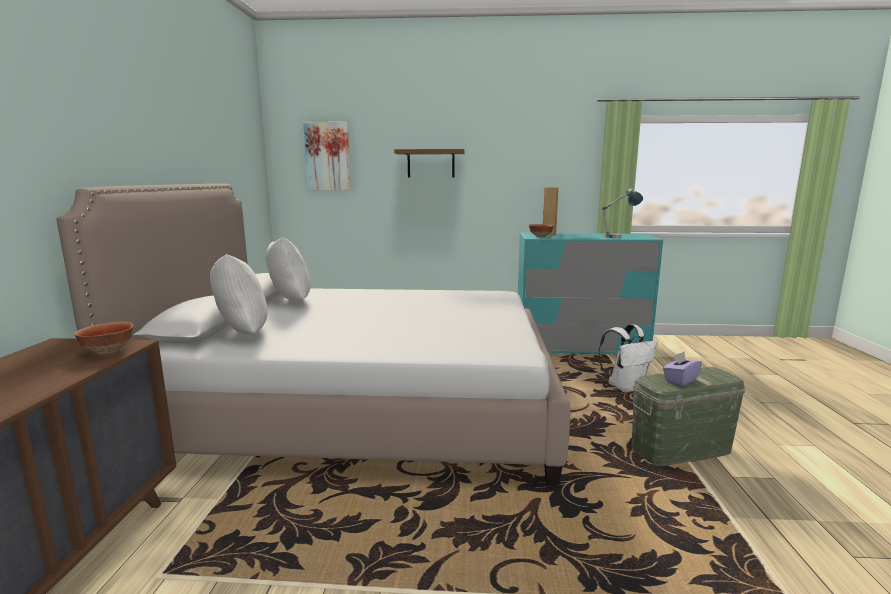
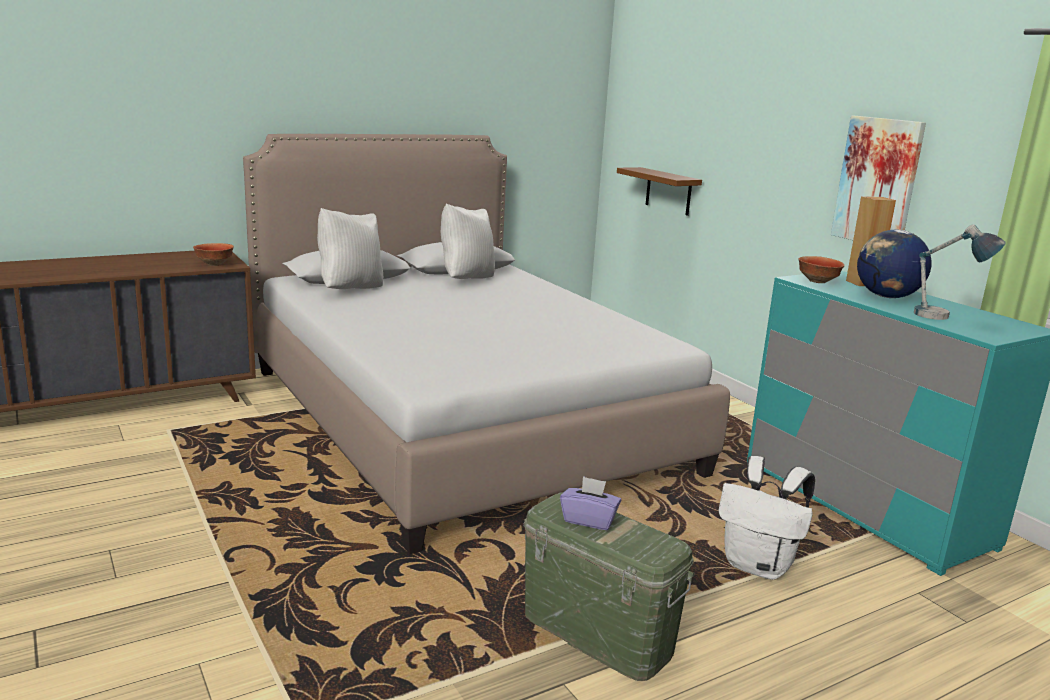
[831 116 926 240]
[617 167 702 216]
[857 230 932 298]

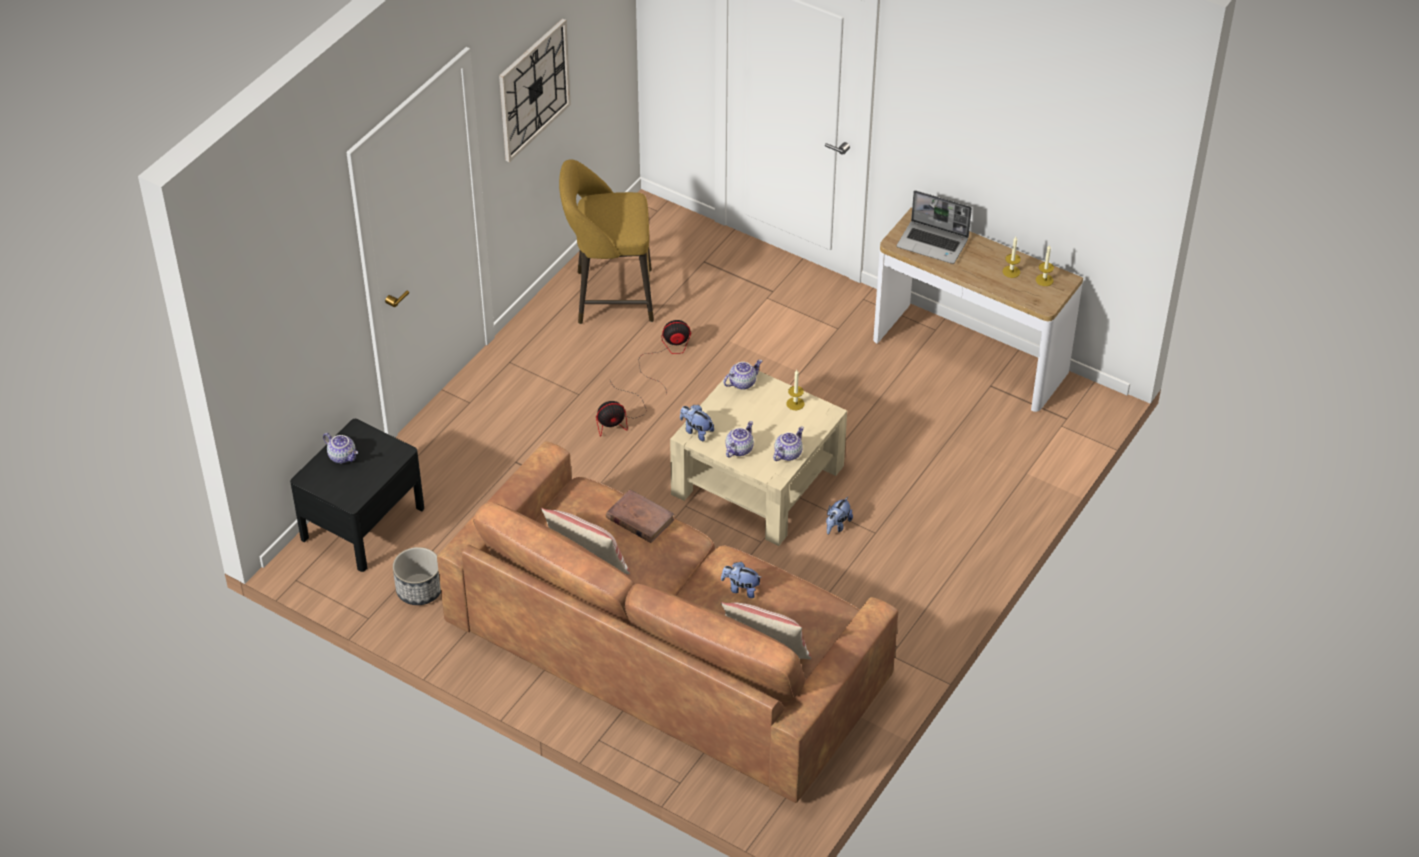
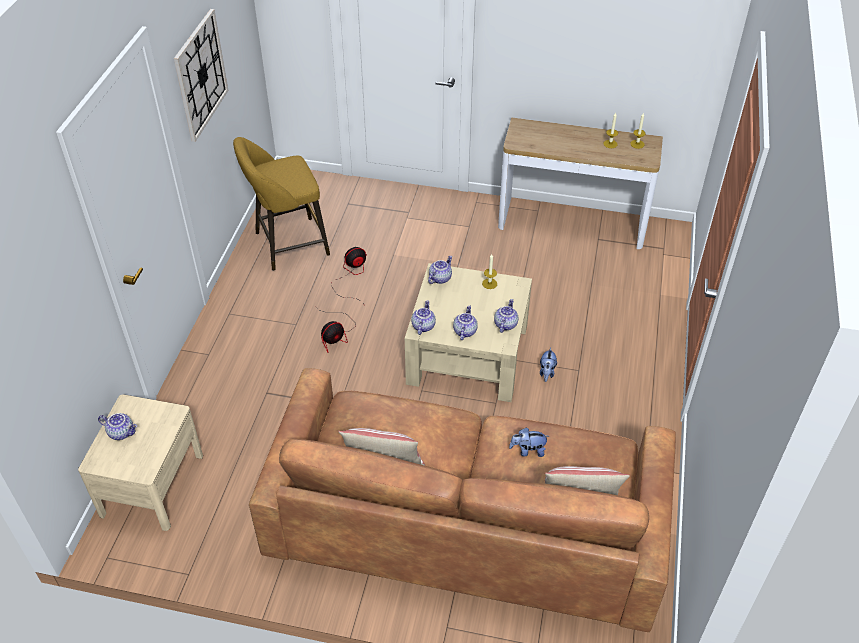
[897 190 972 264] (first image)
[411 300 436 335]
[78 394 203 531]
[606 489 675 543] (first image)
[393 547 441 605] (first image)

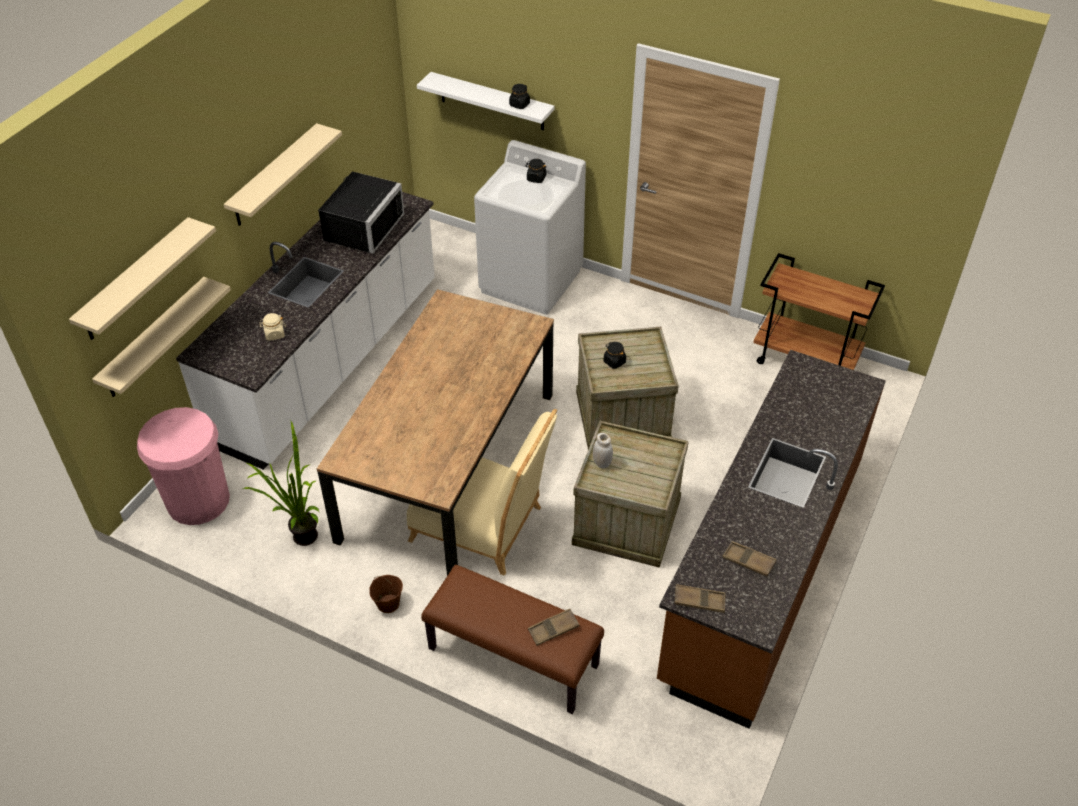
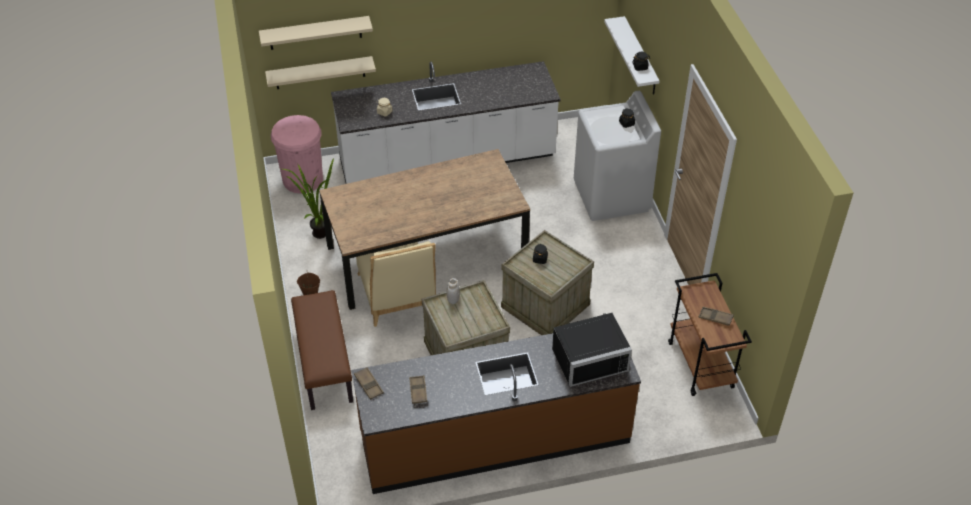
[224 123 342 226] (first image)
[552 313 632 387]
[699 307 734 326]

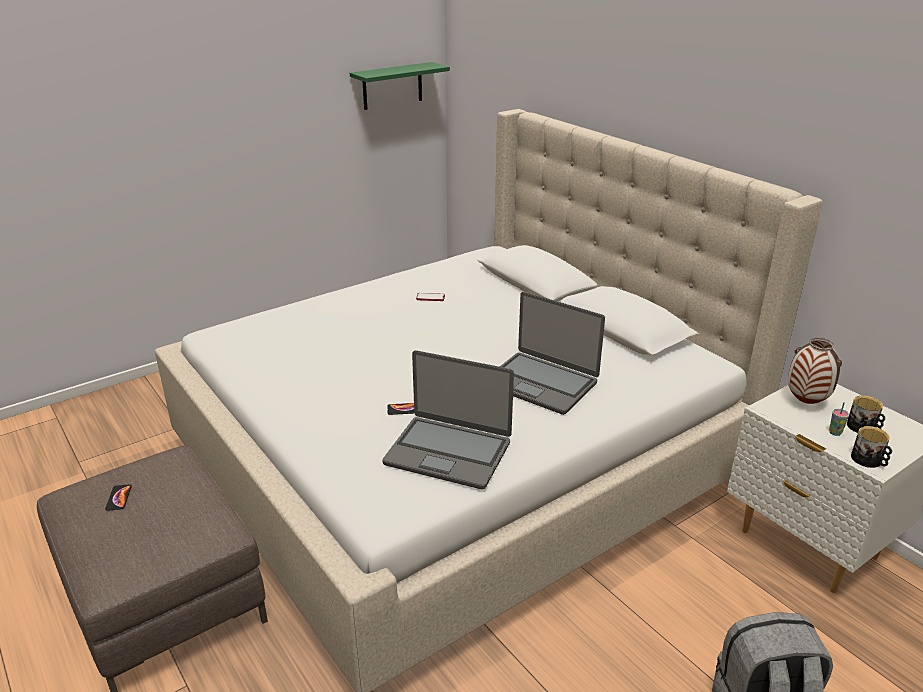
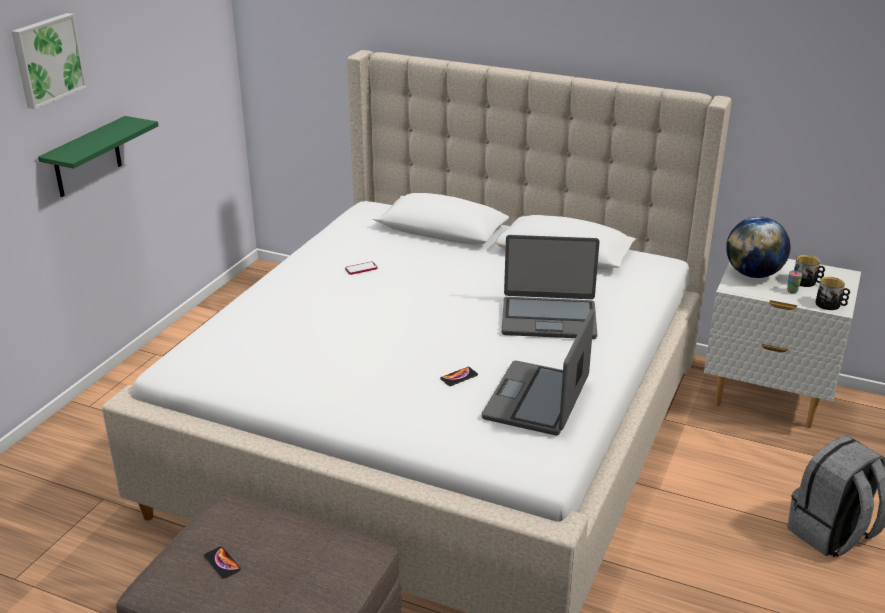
[38 116 158 197]
[726 216 791 278]
[482 309 594 435]
[11 13 87 109]

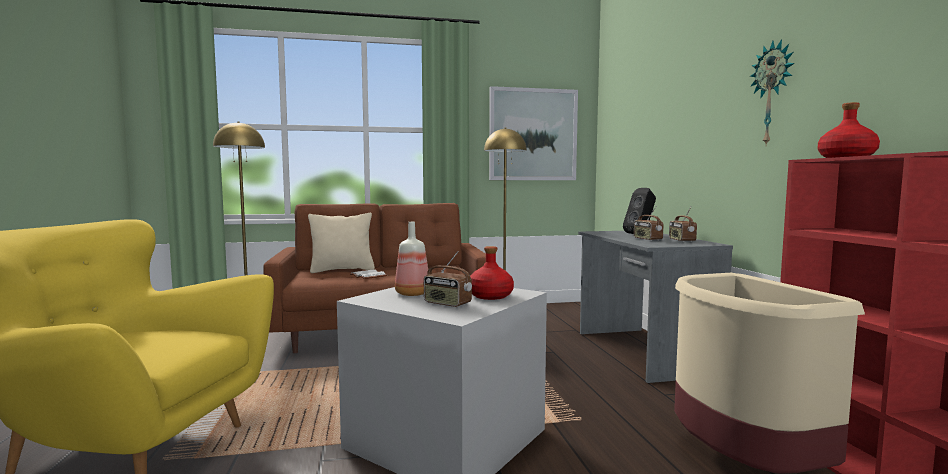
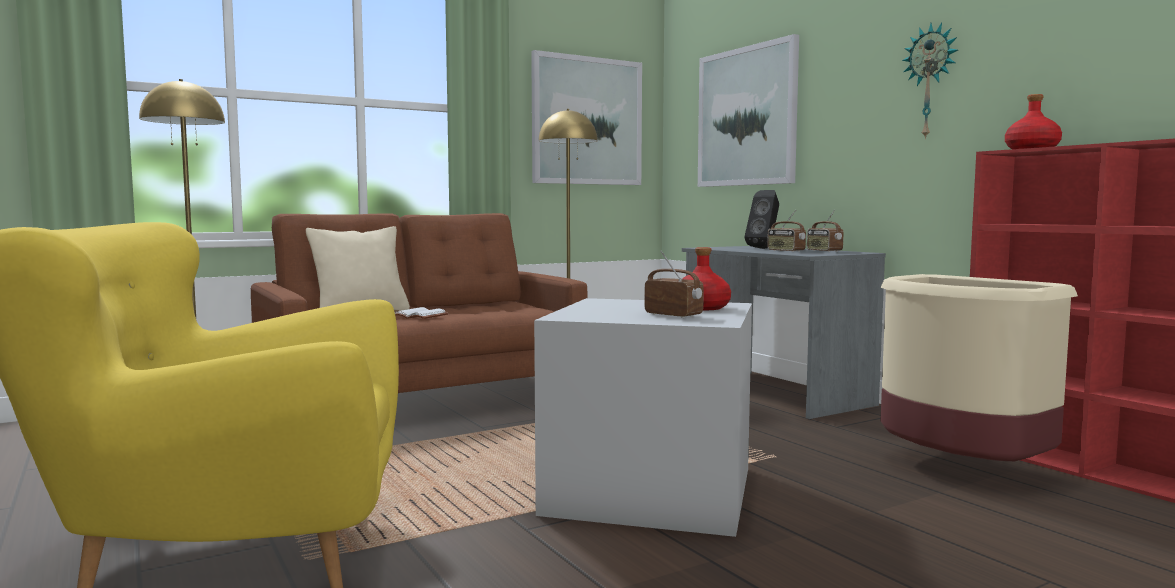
[395 222 428 296] (first image)
[644 251 704 318]
[698 34 799 187]

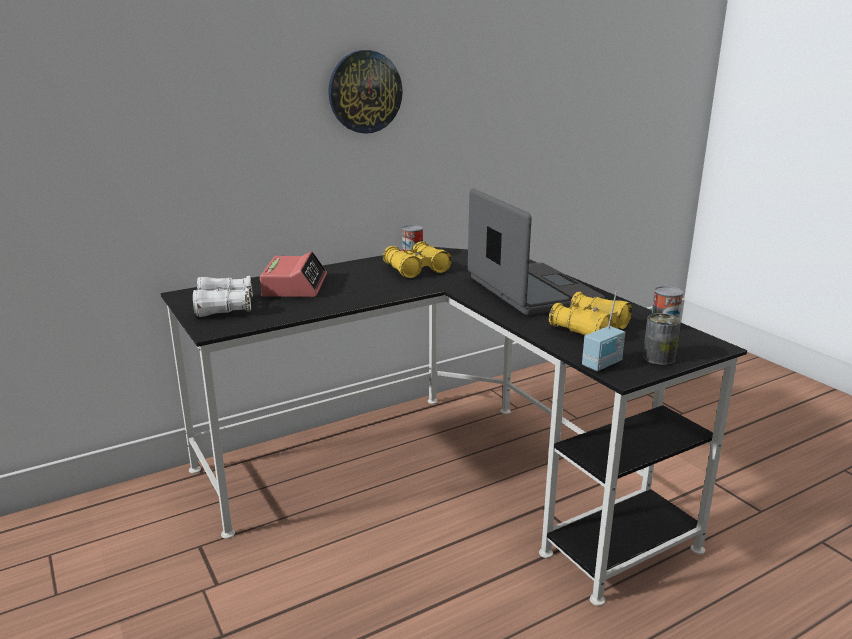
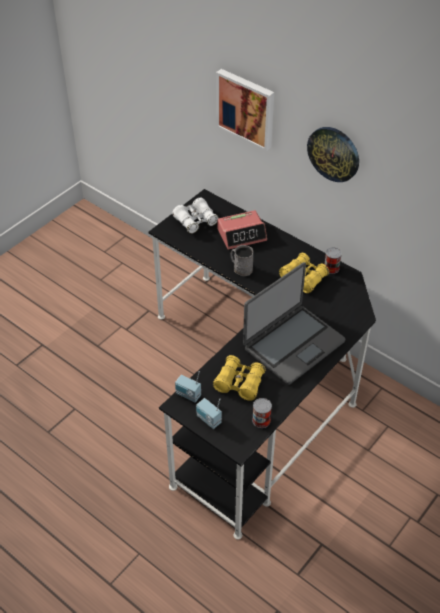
[196 398 222 429]
[216 69 274 151]
[230 245 253 276]

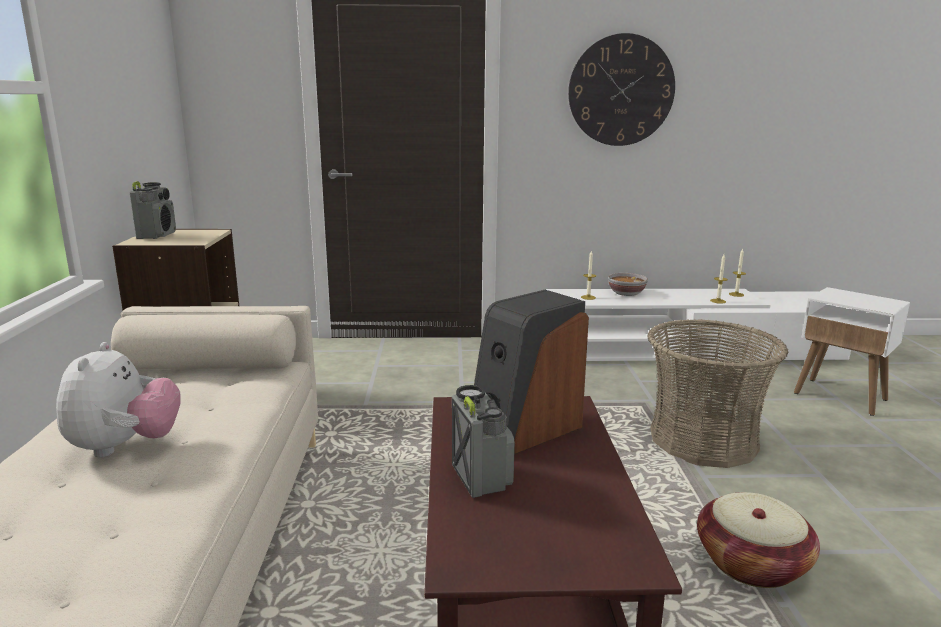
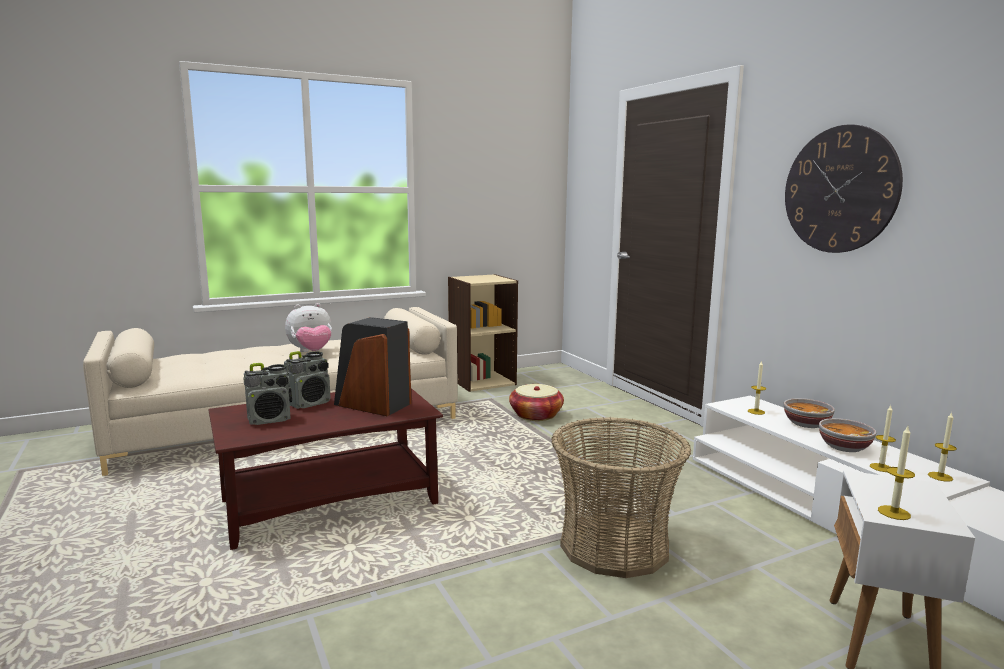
[243 363 292 425]
[509 384 564 421]
[819 418 876 452]
[878 426 915 520]

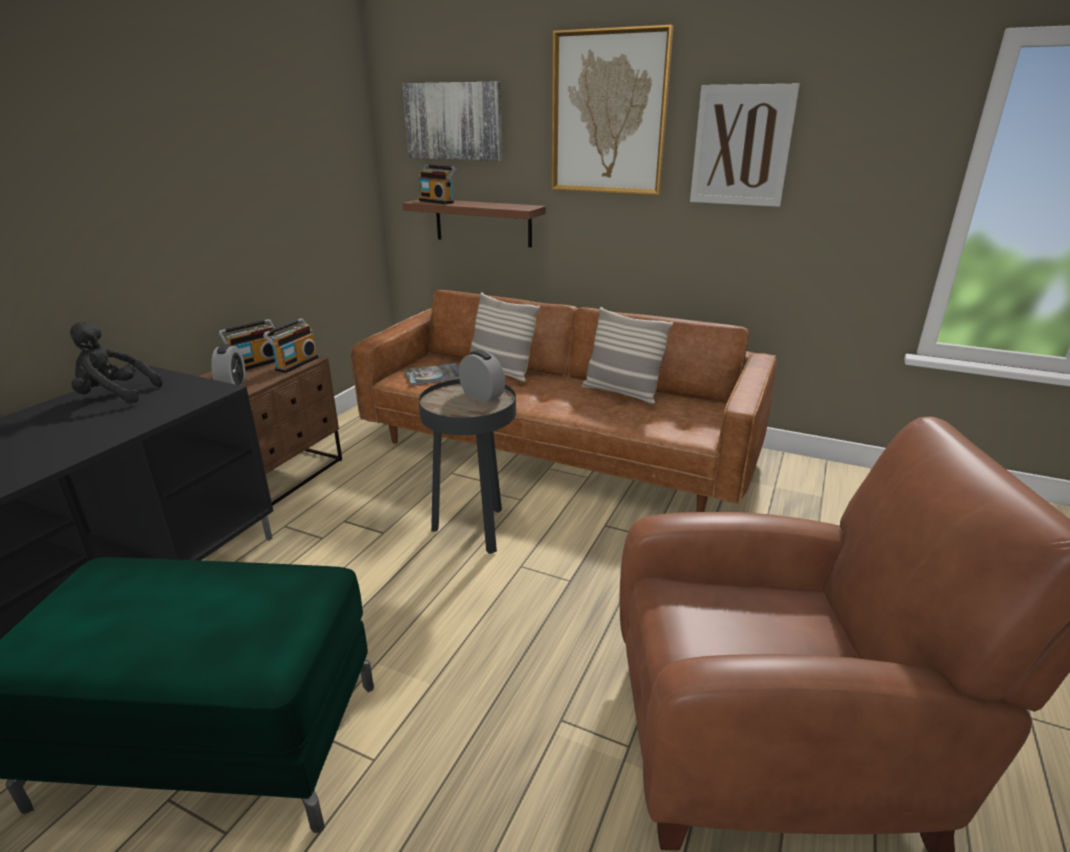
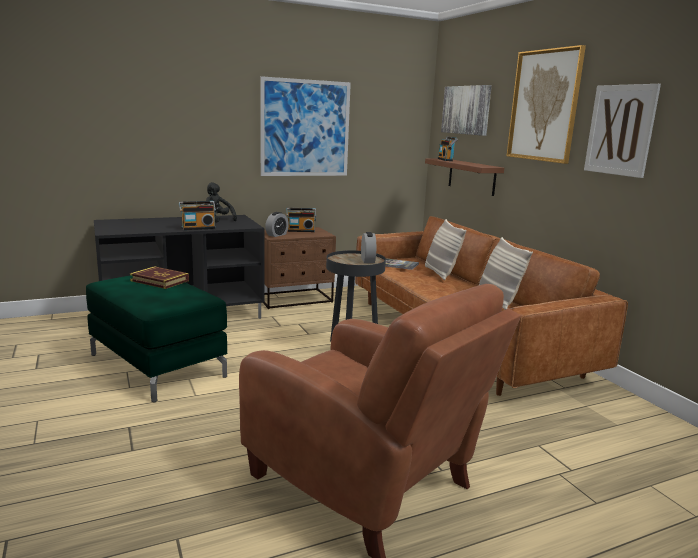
[179 201 216 230]
[260 76 351 176]
[130 266 189 289]

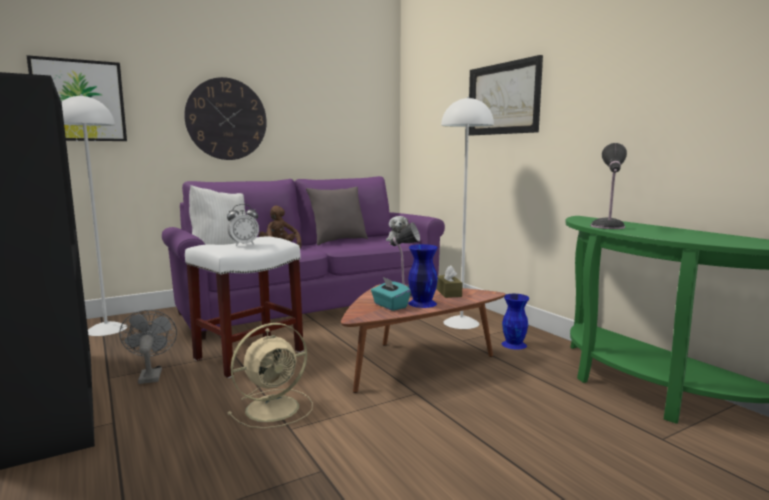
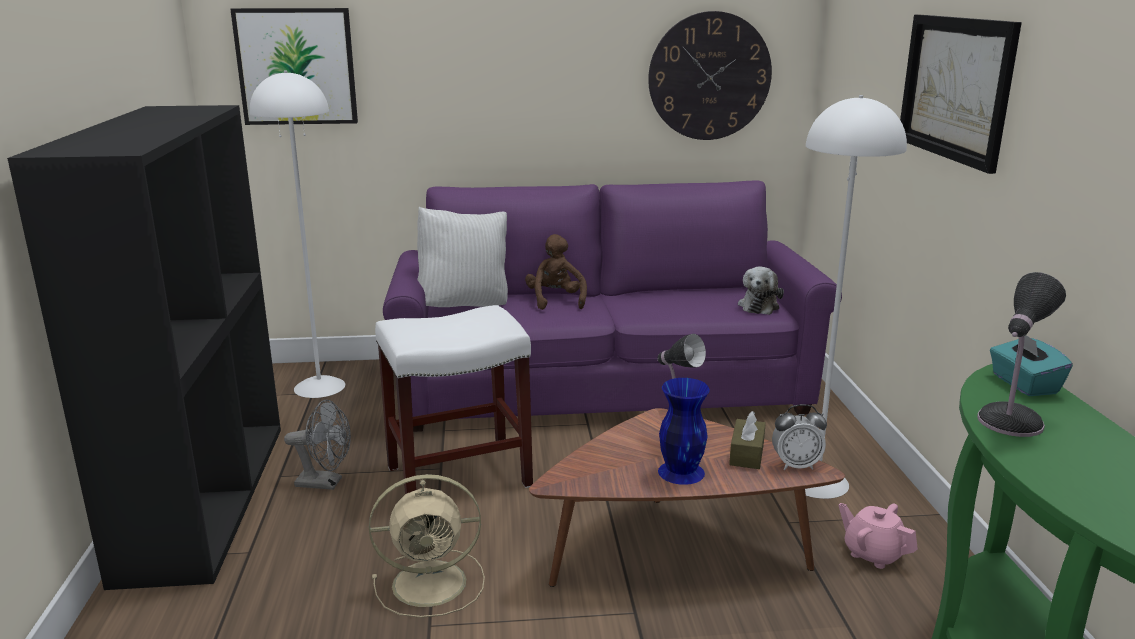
[648 11 772 140]
[306 187 368 245] (first image)
[772 404 827 470]
[990 335 1073 396]
[838 503 918 569]
[284 400 351 490]

